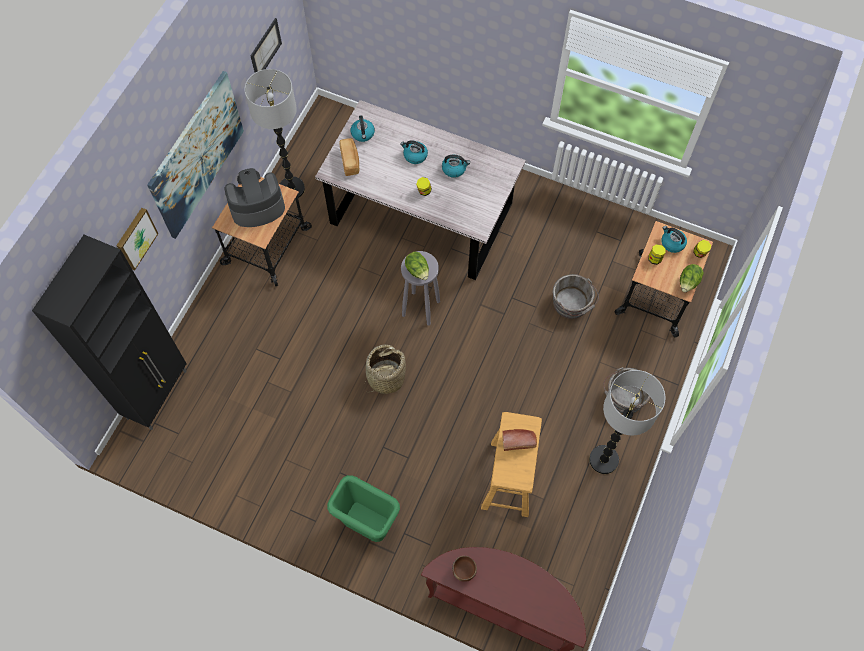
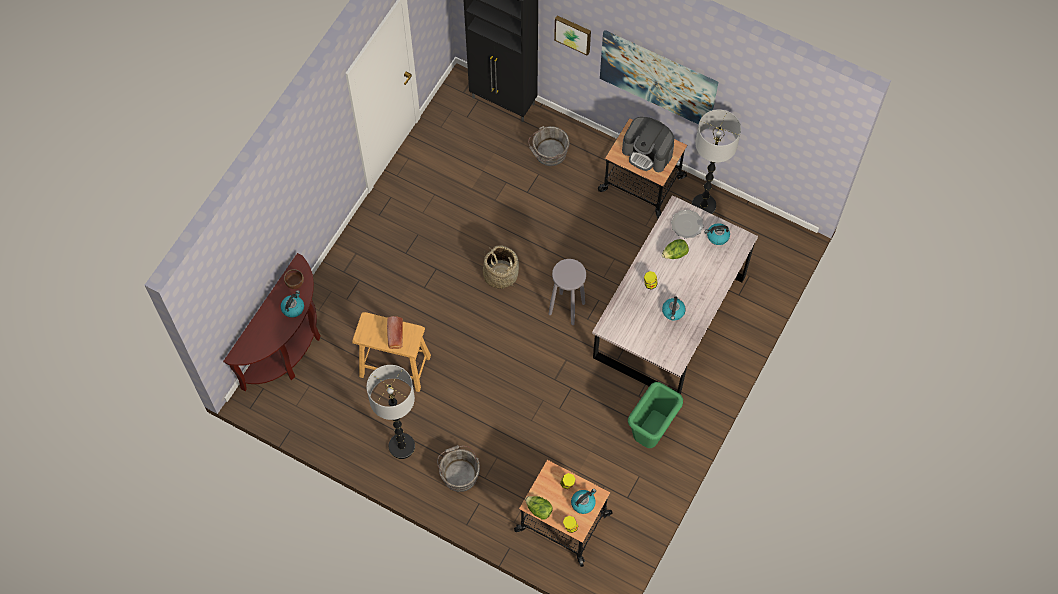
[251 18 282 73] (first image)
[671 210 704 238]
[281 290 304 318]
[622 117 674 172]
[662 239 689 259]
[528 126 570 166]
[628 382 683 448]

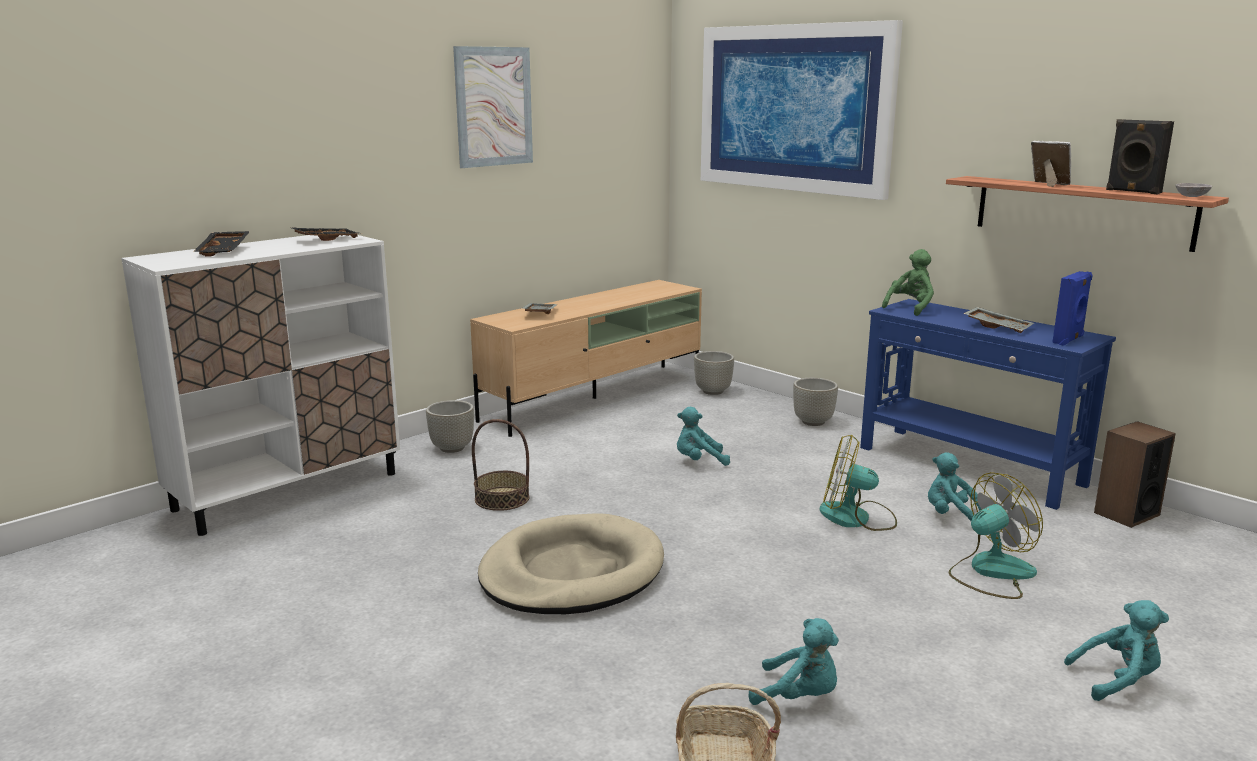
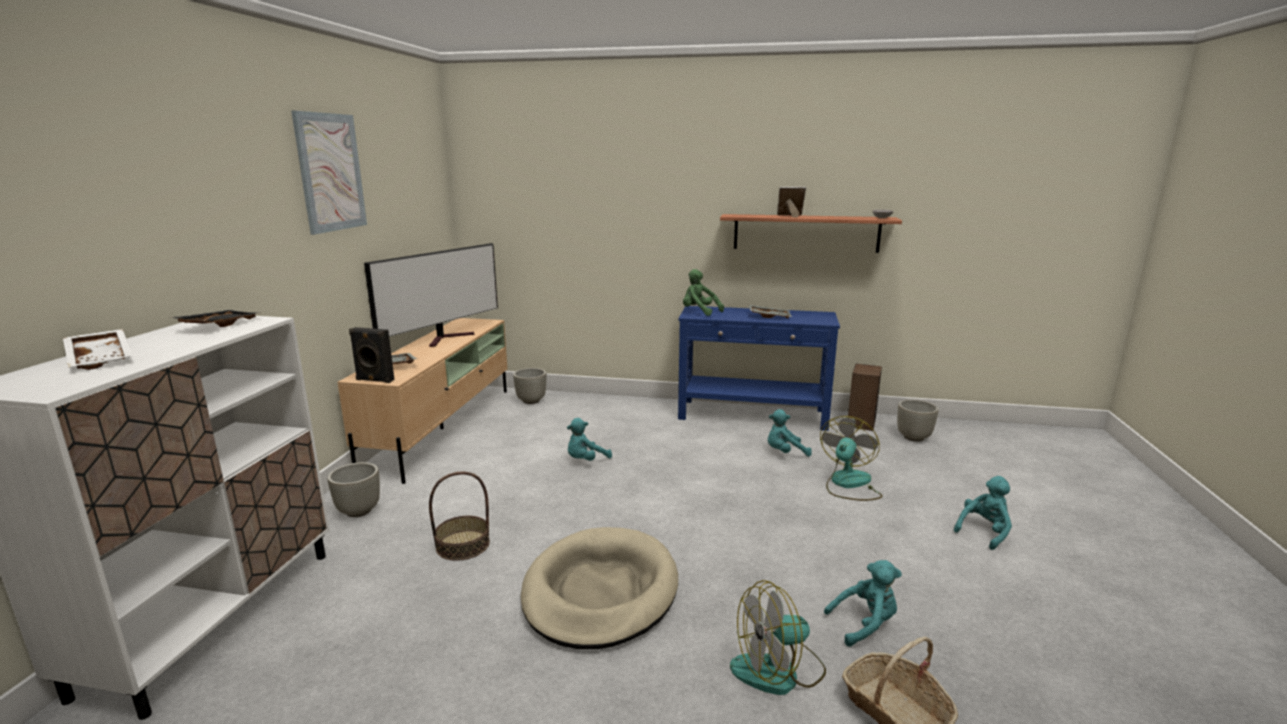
[701 20 903 200] (first image)
[349 327 394 383]
[63 329 133 370]
[683 269 724 316]
[1052 271 1093 346] (first image)
[897 399 938 442]
[730 580 826 695]
[364 243 498 347]

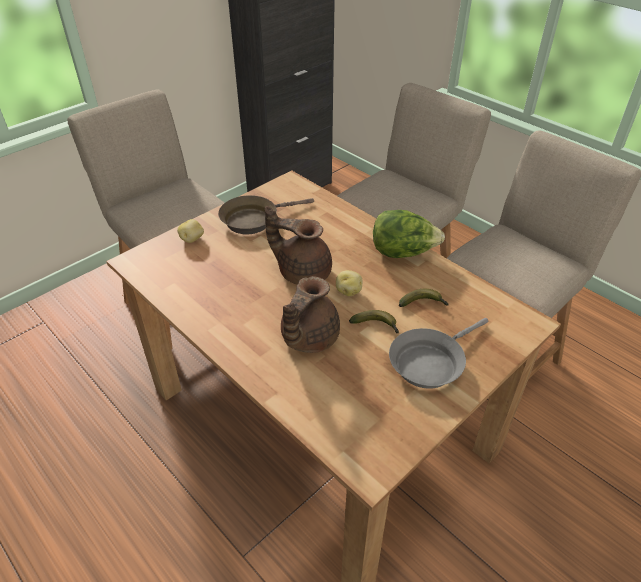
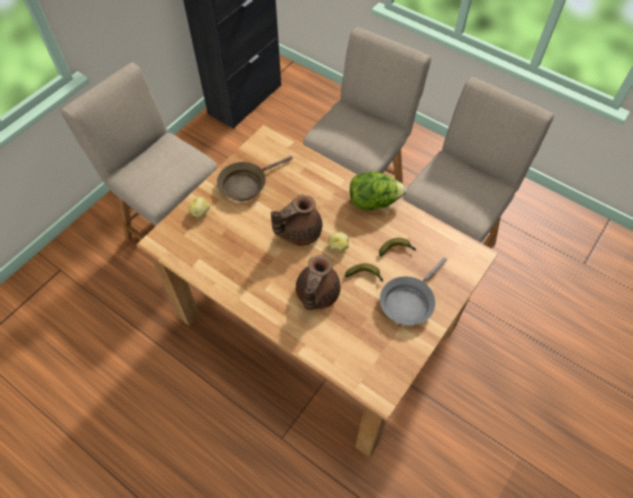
[271 195 322 246]

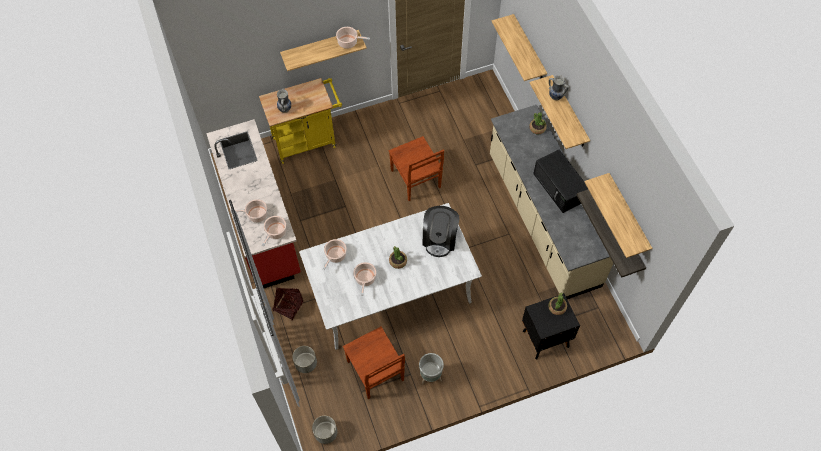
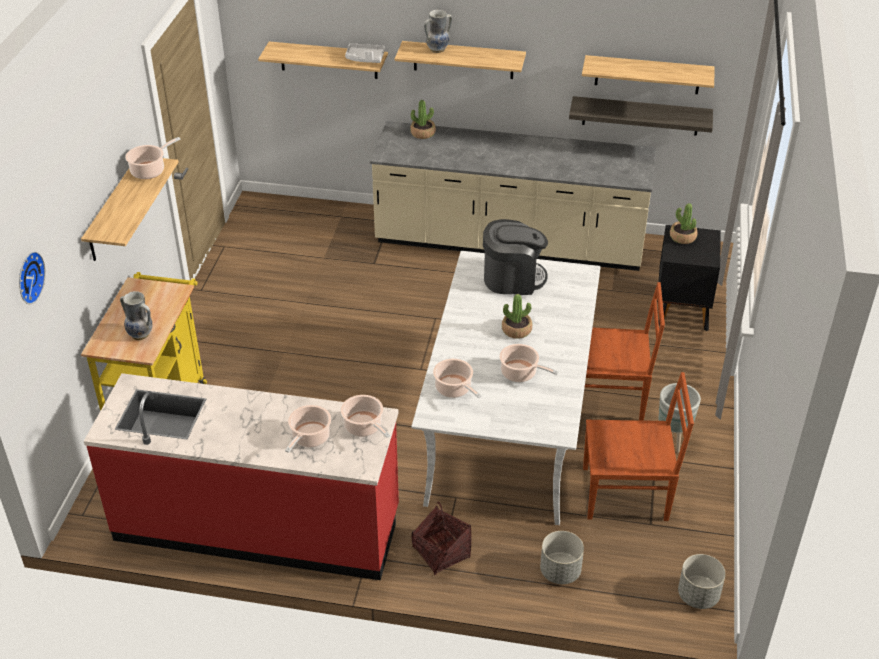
[585 282 665 421]
[533 150 588 213] (first image)
[483 219 548 295]
[345 43 385 63]
[19 251 46 304]

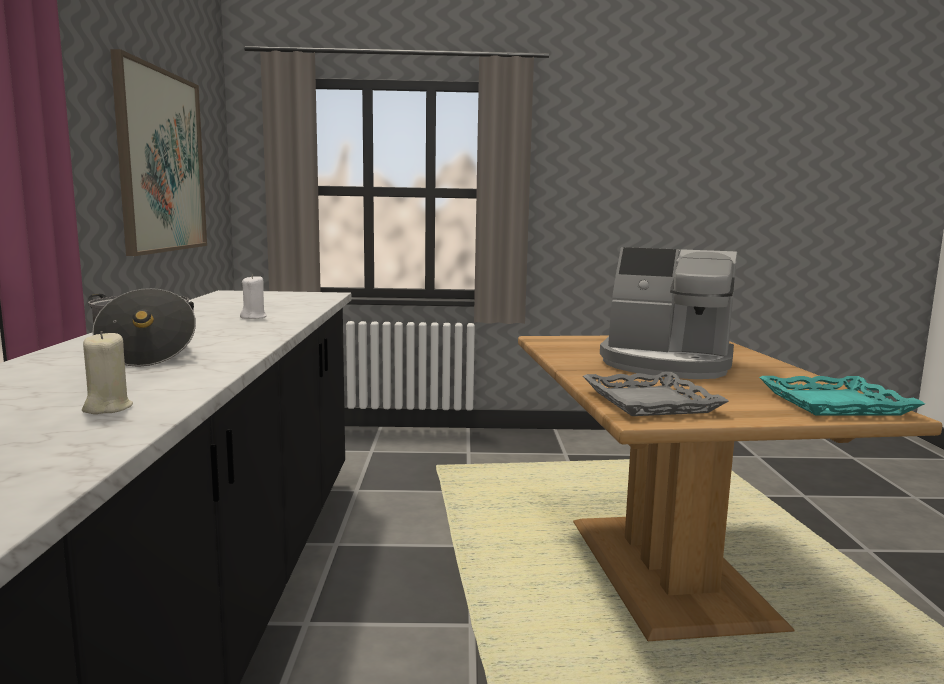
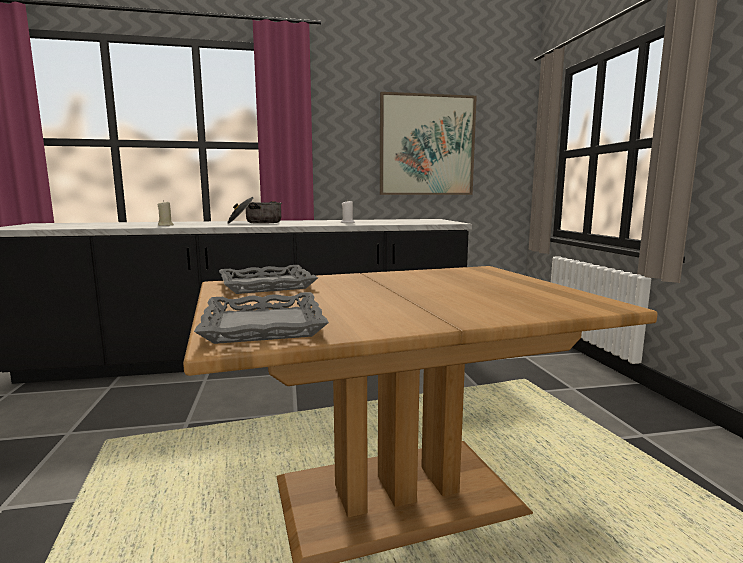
[600 247 737 379] (first image)
[194 292 329 344]

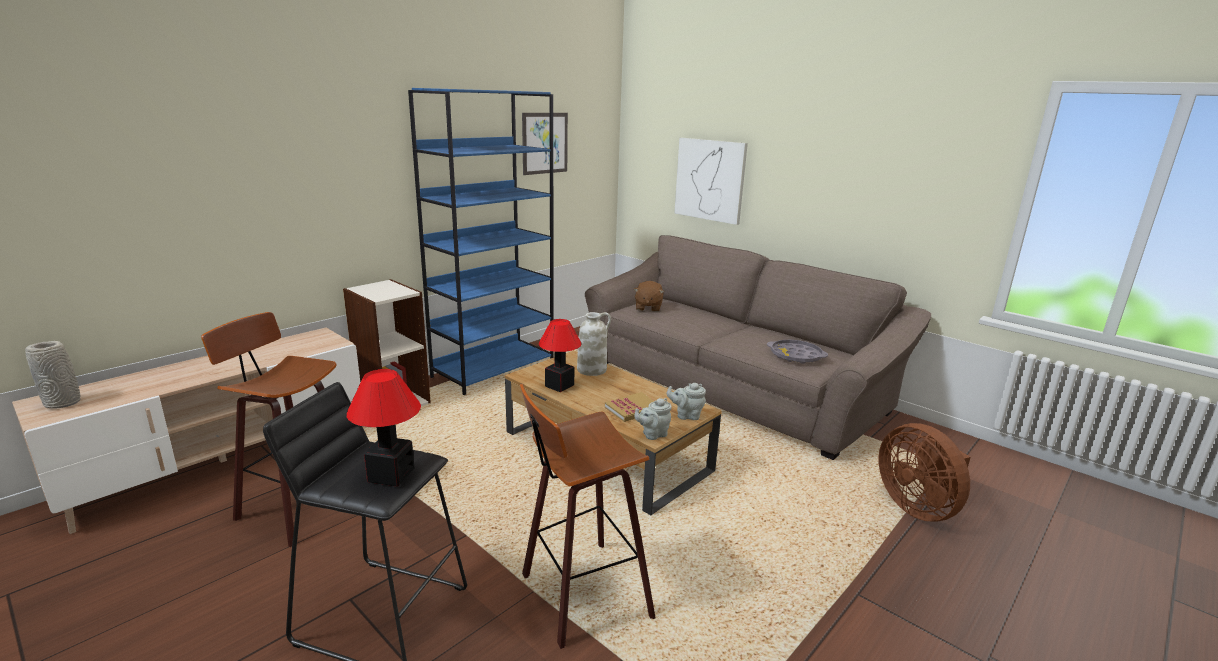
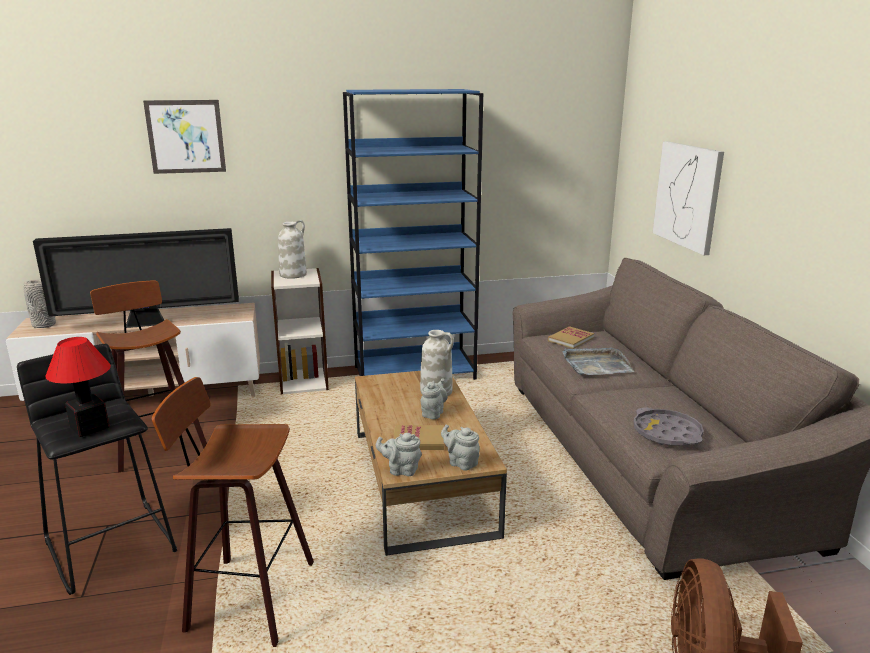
[143 100 226 174]
[548 326 594 349]
[539 319 582 392] (first image)
[278 220 307 279]
[33 228 239 328]
[562 348 634 375]
[421 378 448 419]

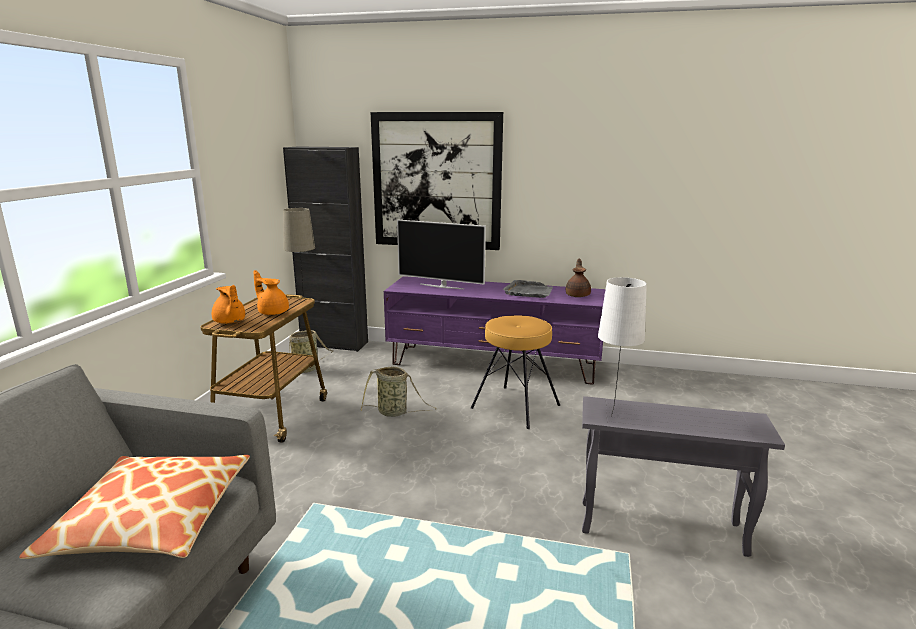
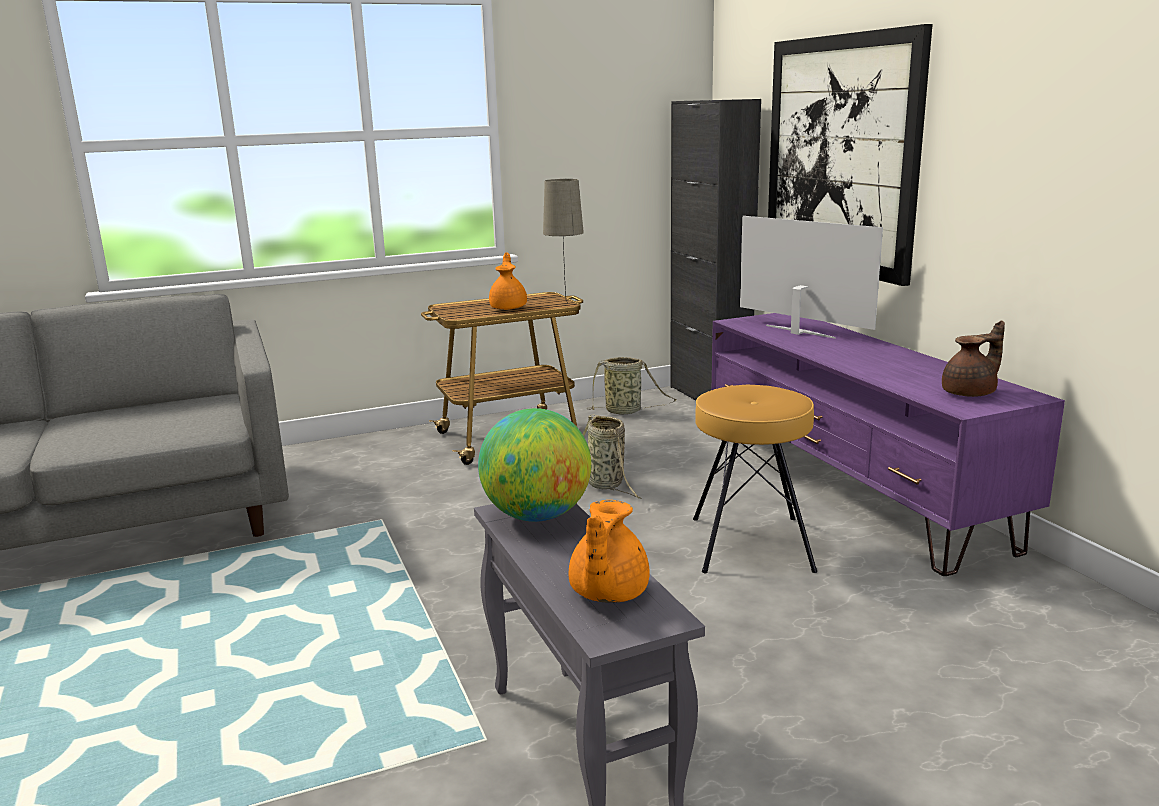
[740 216 883 339]
[478 408 591 522]
[502 280 553 298] (first image)
[569 500 650 603]
[19 455 250 559] (first image)

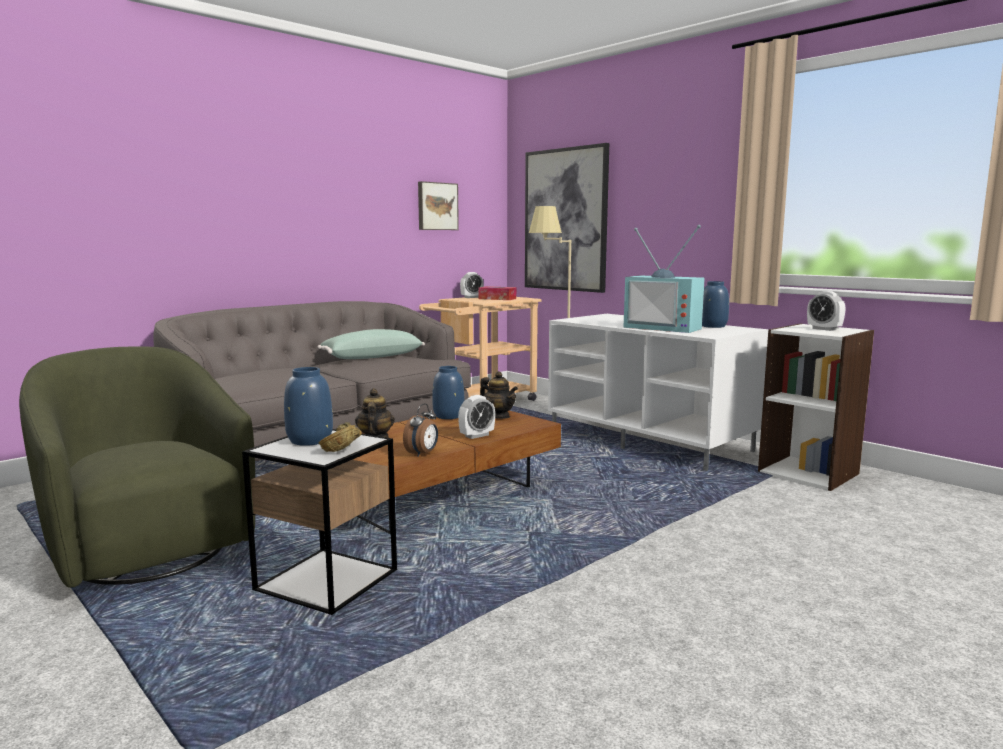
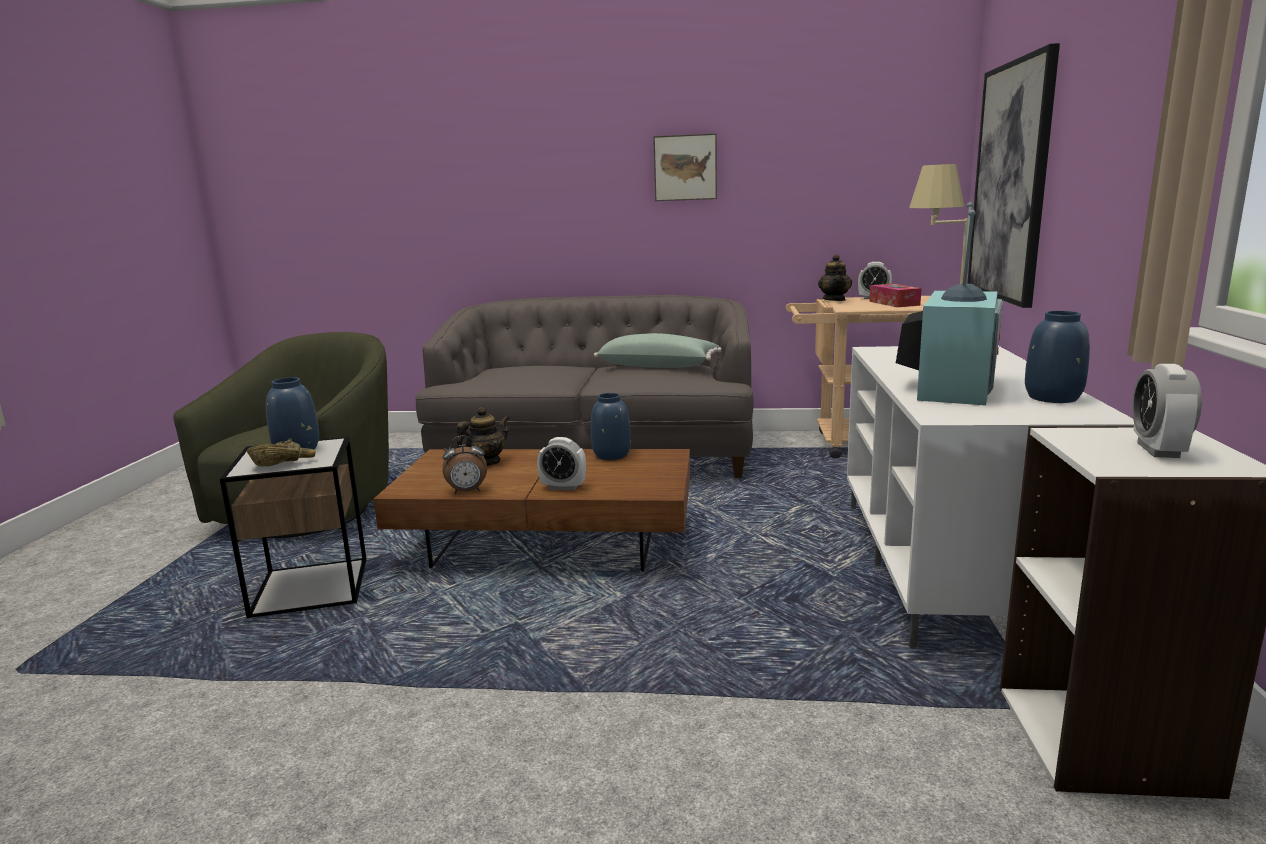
[653 133 717 201]
[896 202 1003 405]
[818 254 852 301]

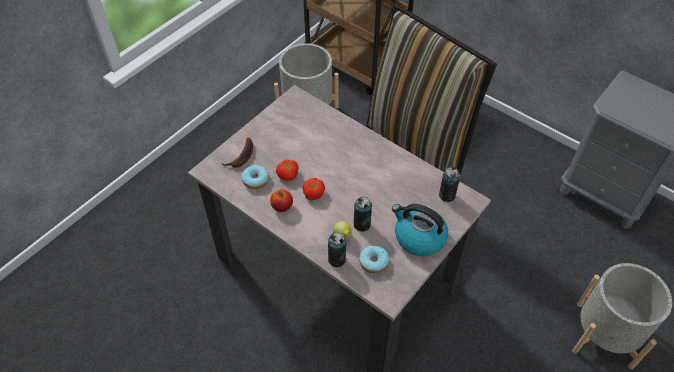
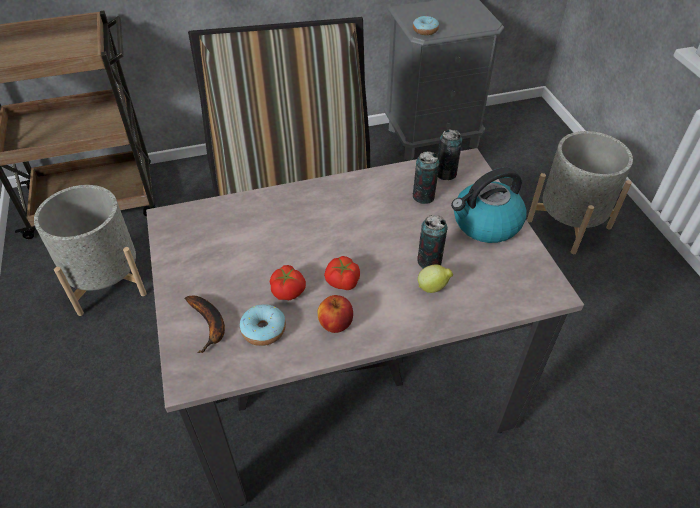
[413 151 440 204]
[413 16 439 35]

